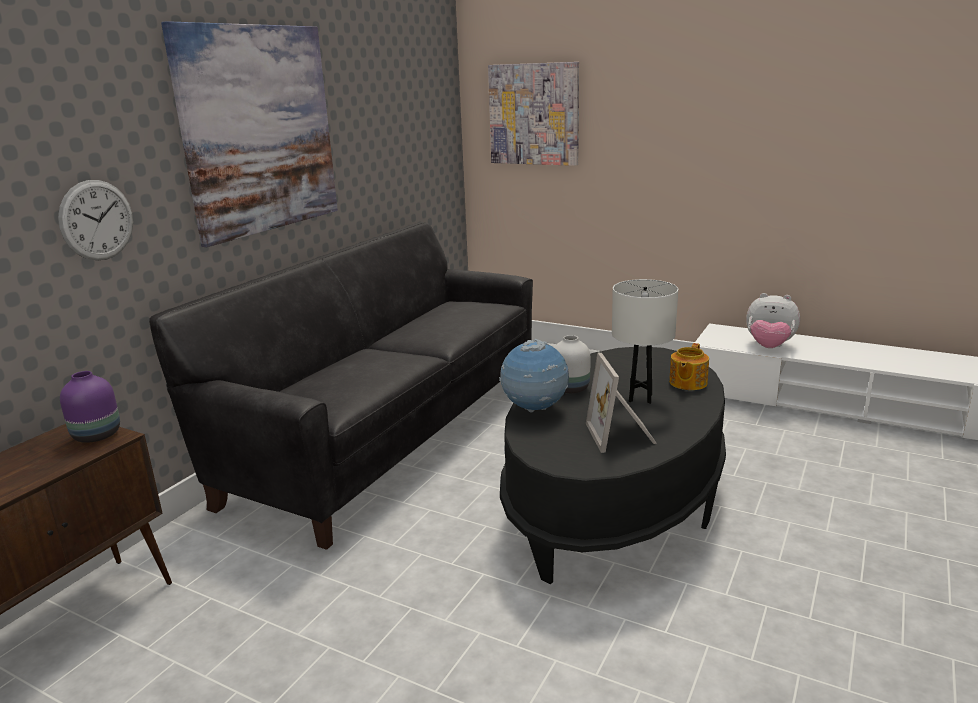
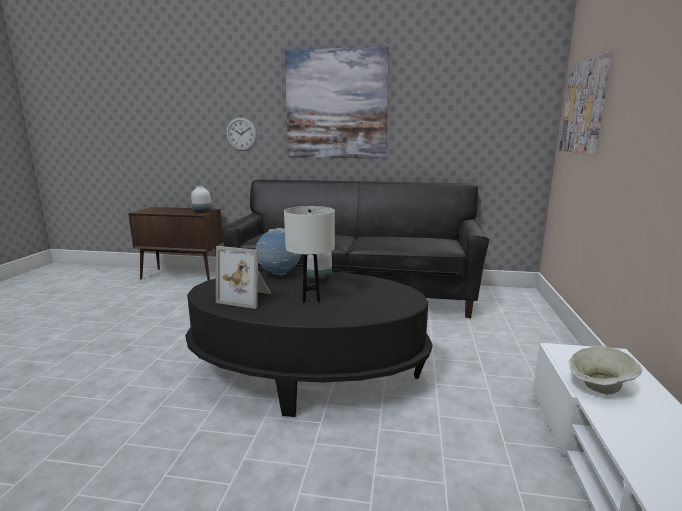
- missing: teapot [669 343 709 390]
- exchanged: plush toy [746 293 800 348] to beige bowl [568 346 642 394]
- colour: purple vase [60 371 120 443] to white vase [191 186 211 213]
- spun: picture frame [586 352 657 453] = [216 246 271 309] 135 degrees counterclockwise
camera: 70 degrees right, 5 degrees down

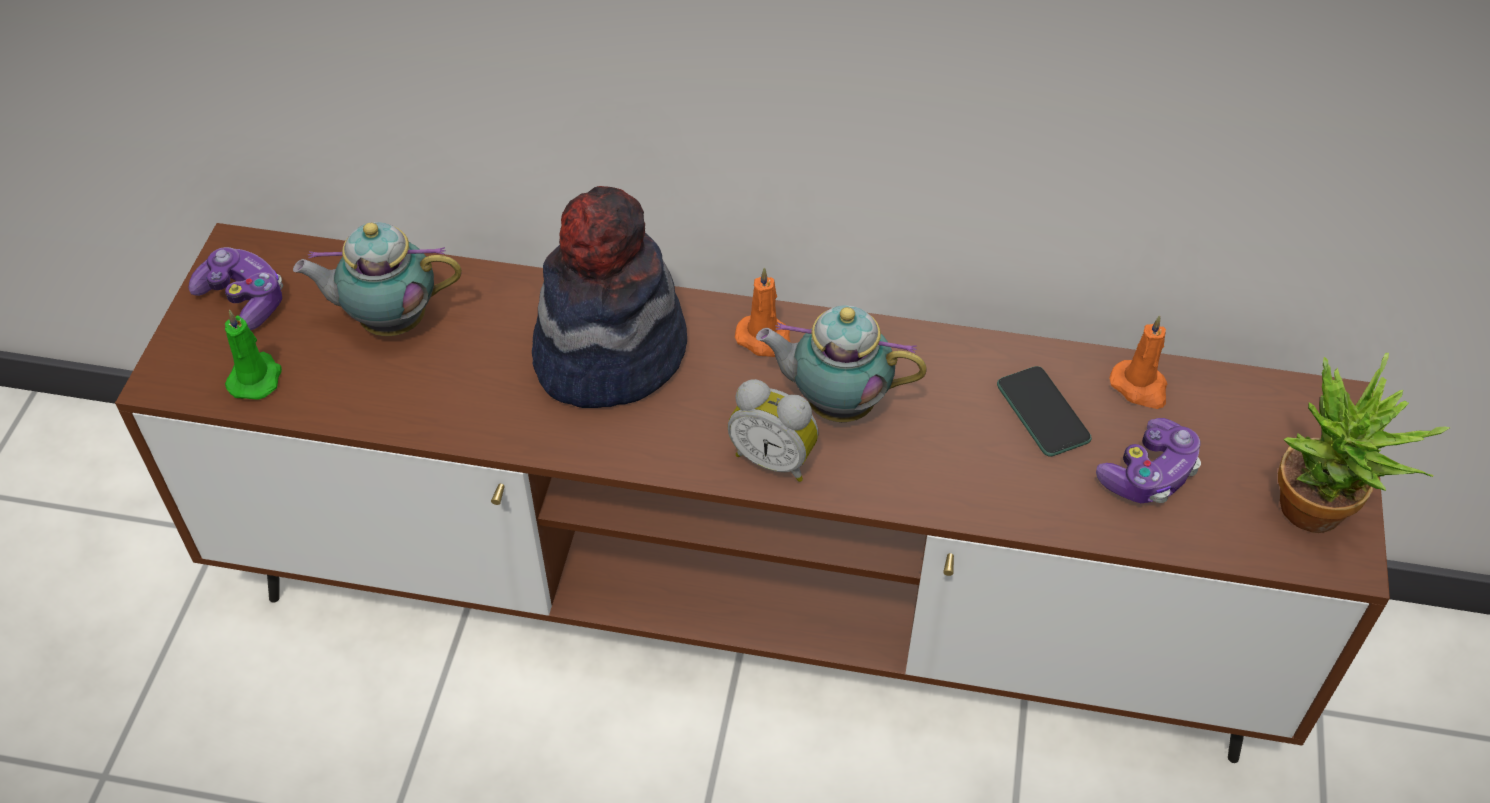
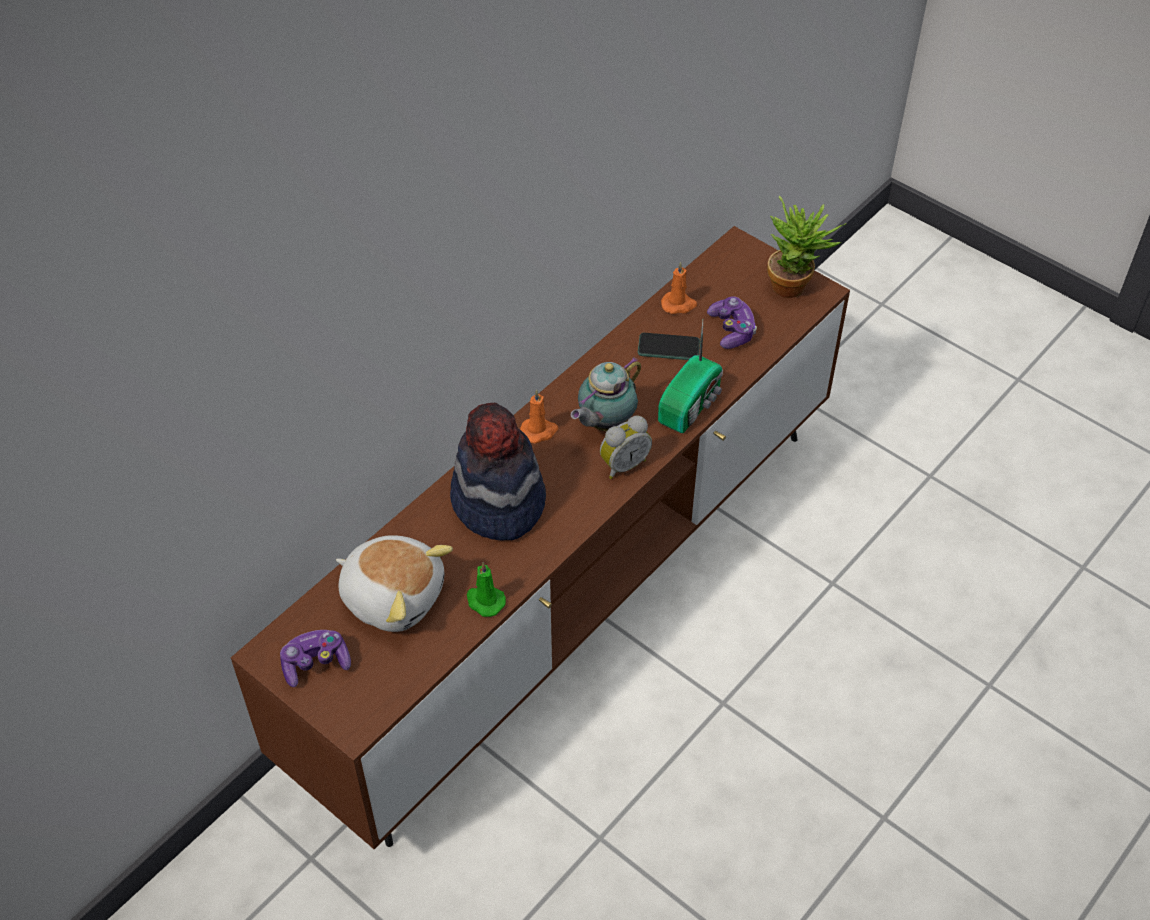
- appeared: radio [658 320 723 433]
- relocated: green candle [225 309 282 400] to [467 562 506 617]
- exchanged: teapot [293 222 462 336] to plush toy [336 535 453 632]
camera: 60 degrees left, 0 degrees up

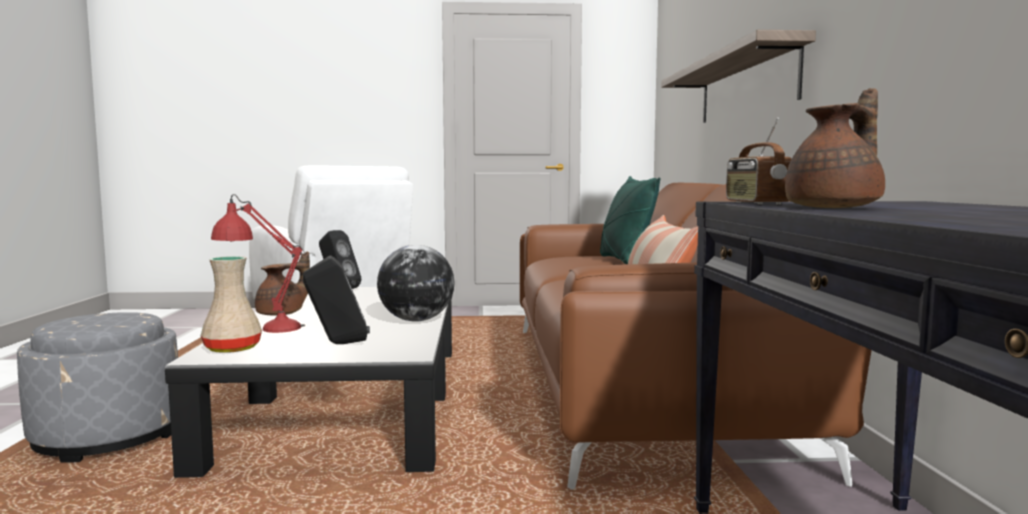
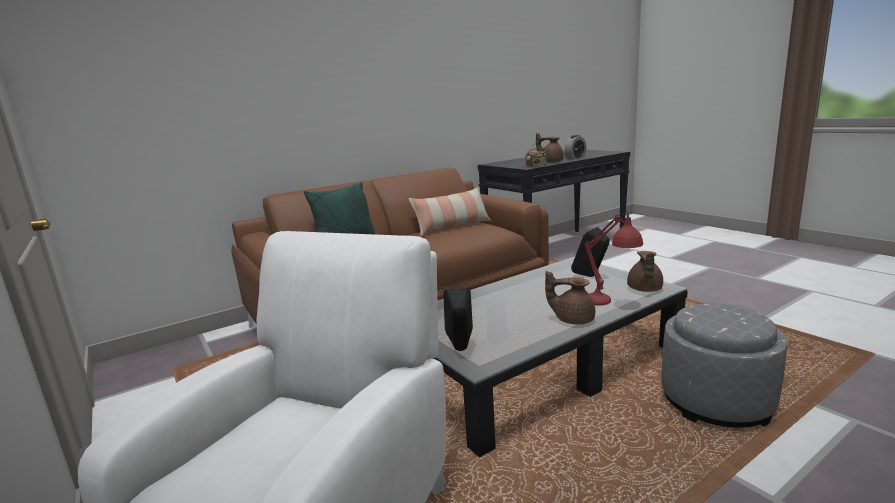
- missing: globe [377 245 455 322]
- missing: shelf [661 30 816 123]
- appeared: alarm clock [564 135 586 159]
- exchanged: beige vase [201 256 262 353] to brown teapot [627 251 663 292]
camera: 120 degrees left, 10 degrees up

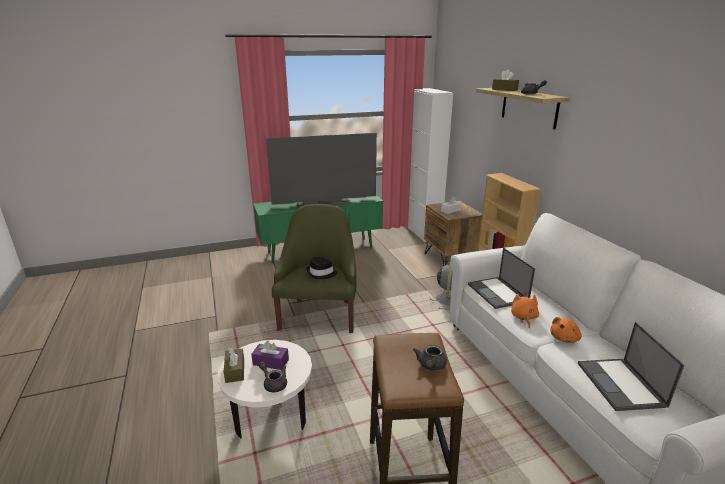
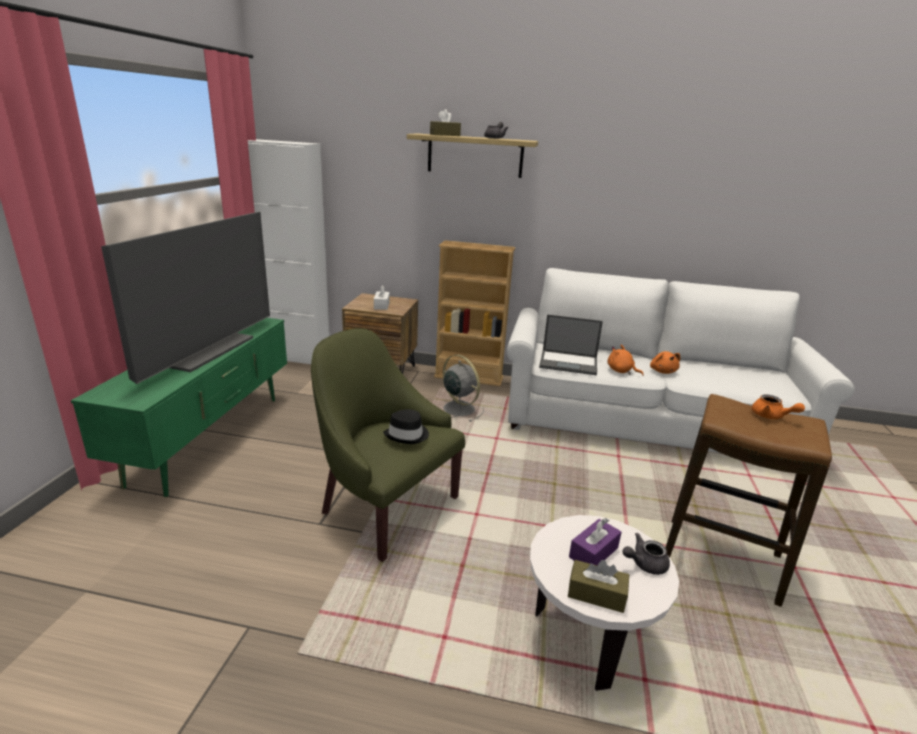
- missing: laptop [577 322 684 411]
- colour: grey teapot [413 345 447 371] to orange teapot [752 394 805 419]
camera: 60 degrees left, 0 degrees up

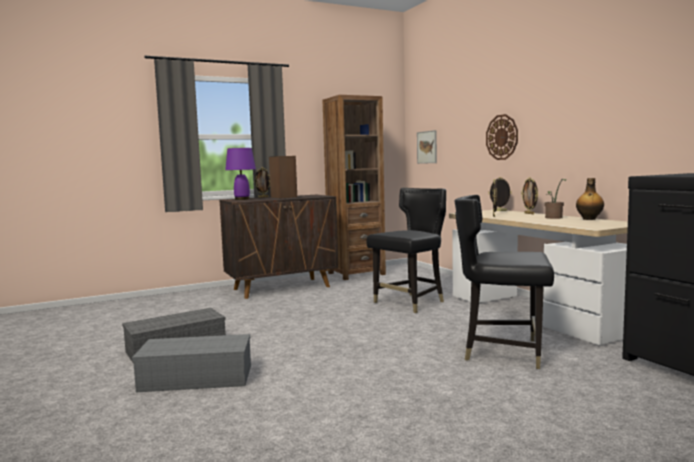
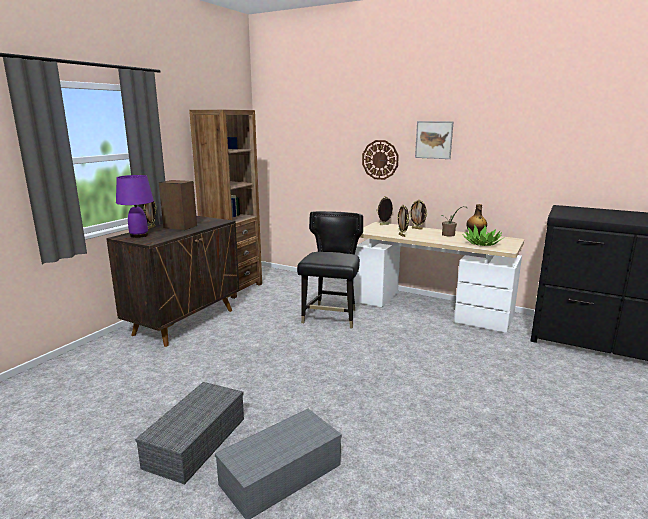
- missing: black chair [455 195 554 369]
- appeared: potted plant [462 225 503 246]
- relocated: picture [417 130 437 164] to [415 121 454 159]
camera: 35 degrees left, 10 degrees up

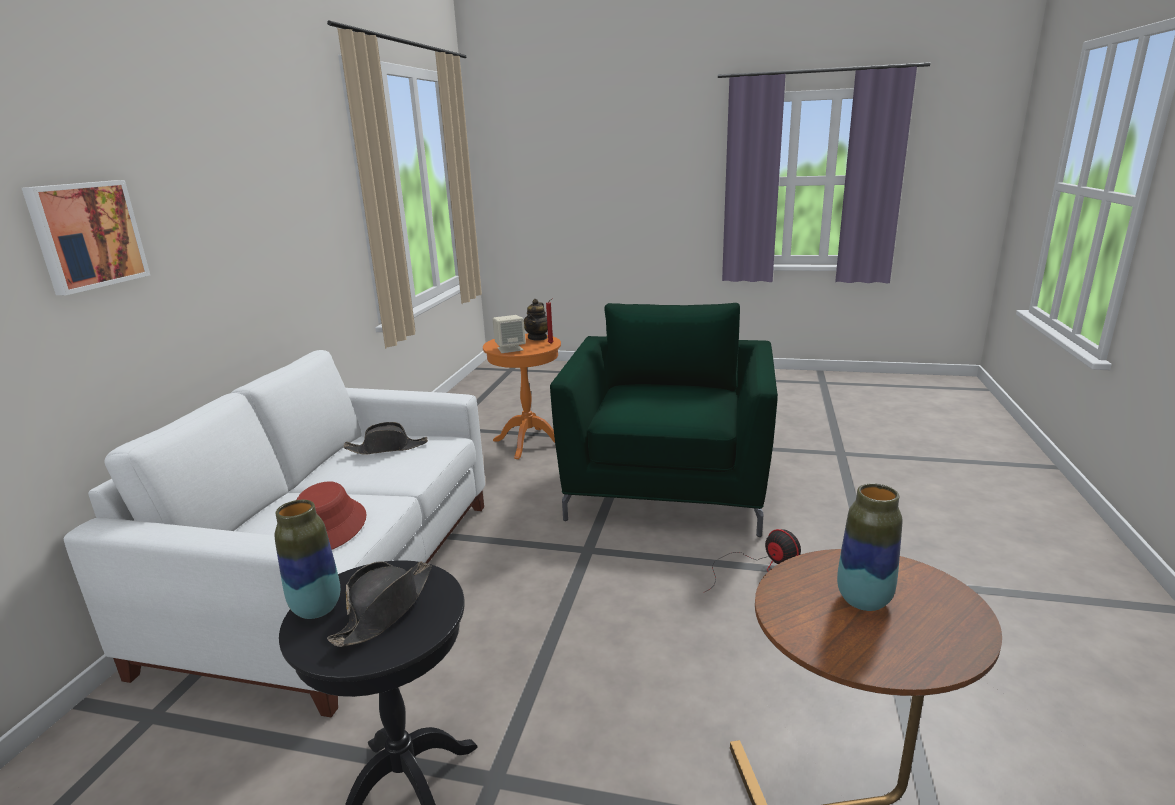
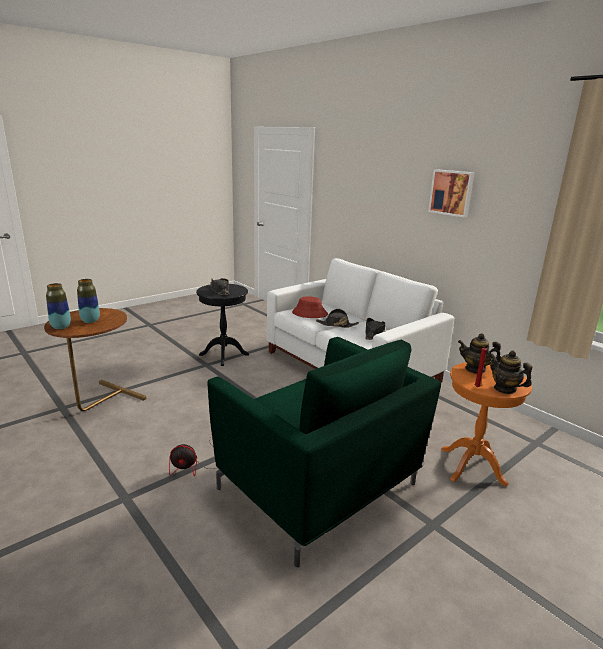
- appeared: black hat [316 309 359 328]
- relocated: picture [22 180 150 295] to [428 169 475 218]
- relocated: vase [274 500 340 619] to [46 283 71 329]
- exchanged: beige speaker [492 315 526 353] to teapot [458 333 501 374]
camera: 125 degrees right, 0 degrees up

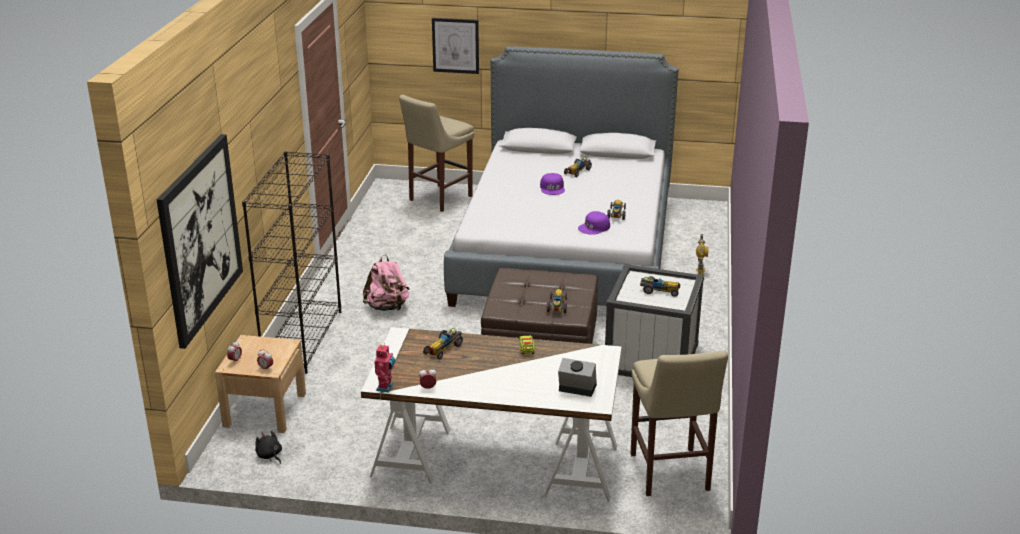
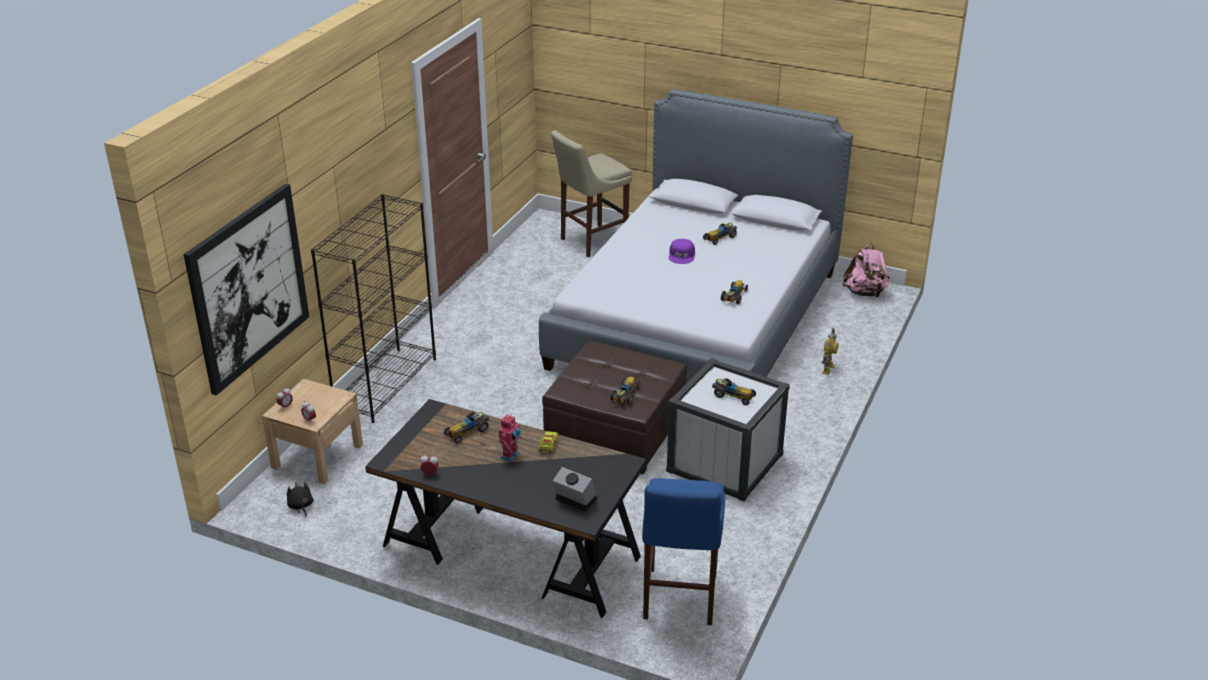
- missing: picture [432 18 479 74]
- missing: purple cap [578 211 610 235]
- relocated: pink backpack [363 254 409 311] to [843 243 890 298]
- relocated: toy robot [374 343 395 393] to [499 414 522 462]
- colour: white desk [361 327 621 502] to black desk [365 399 646 618]
- colour: beige stool [631 351 728 496] to blue stool [642 478 725 625]
camera: 15 degrees right, 5 degrees up

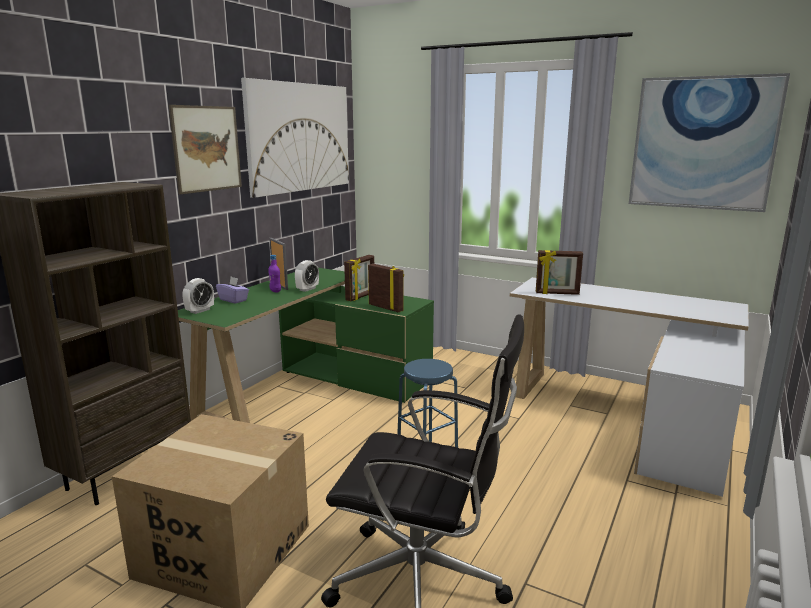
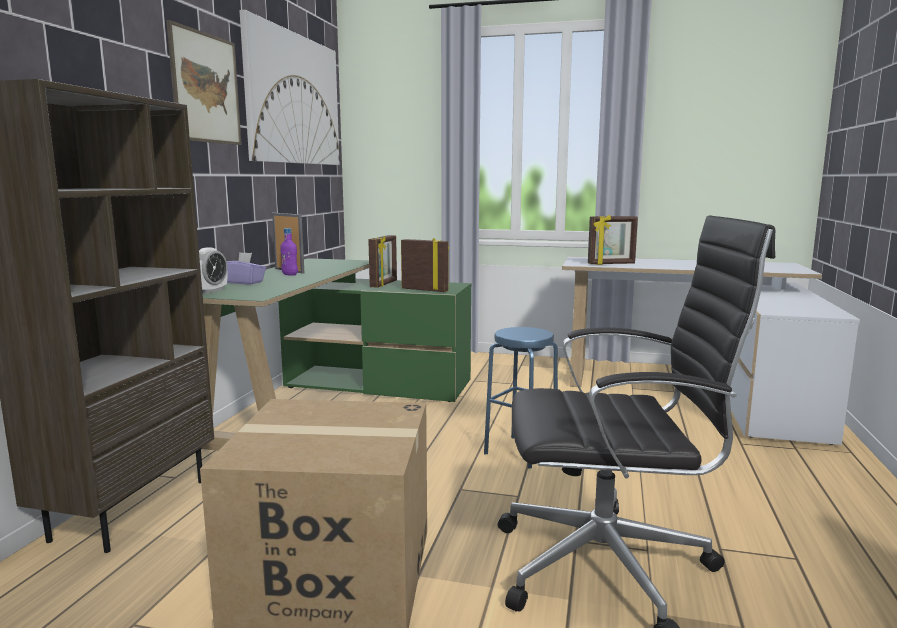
- missing: alarm clock [295 260 319 292]
- missing: picture [629 73 790 212]
camera: 15 degrees left, 5 degrees down

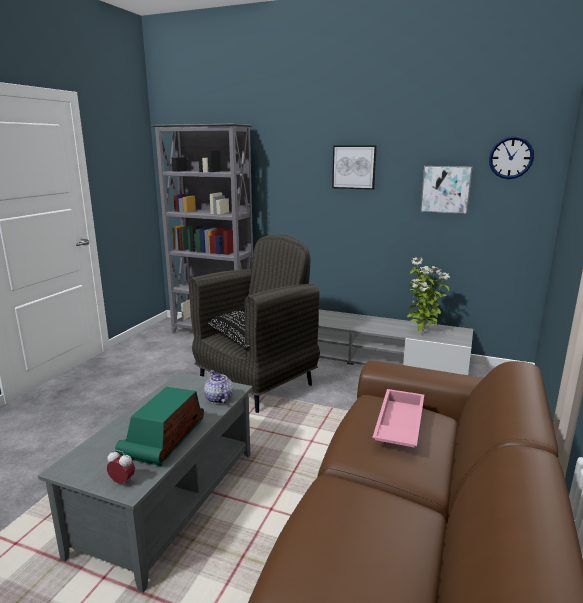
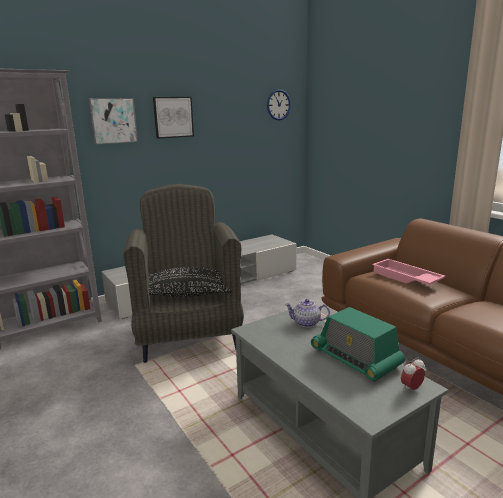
- missing: potted plant [407 257 450 332]
- relocated: picture [420 166 473 214] to [89 98 138 145]
camera: 55 degrees left, 0 degrees up

